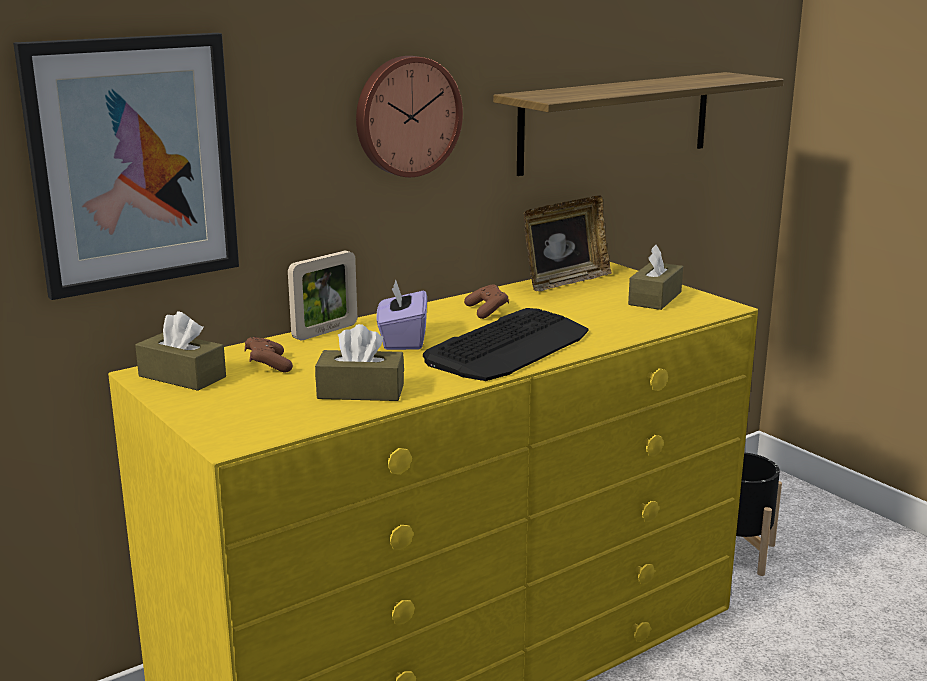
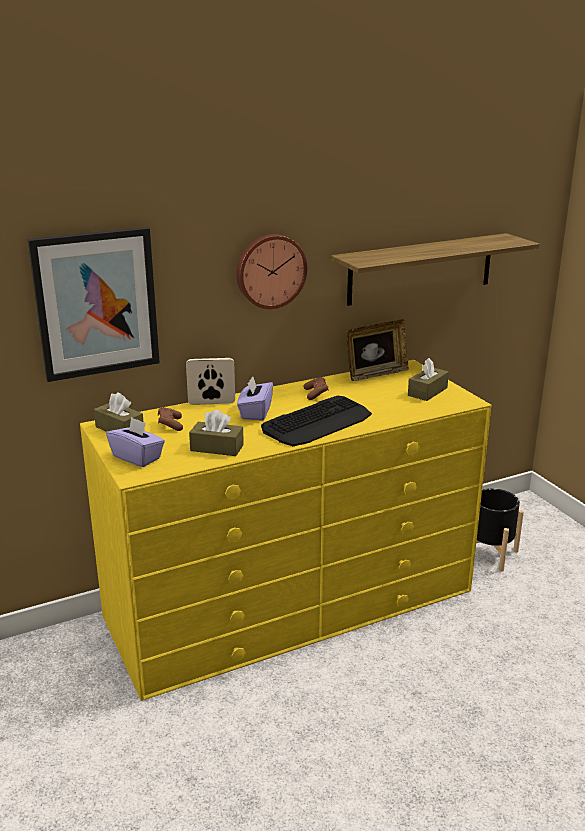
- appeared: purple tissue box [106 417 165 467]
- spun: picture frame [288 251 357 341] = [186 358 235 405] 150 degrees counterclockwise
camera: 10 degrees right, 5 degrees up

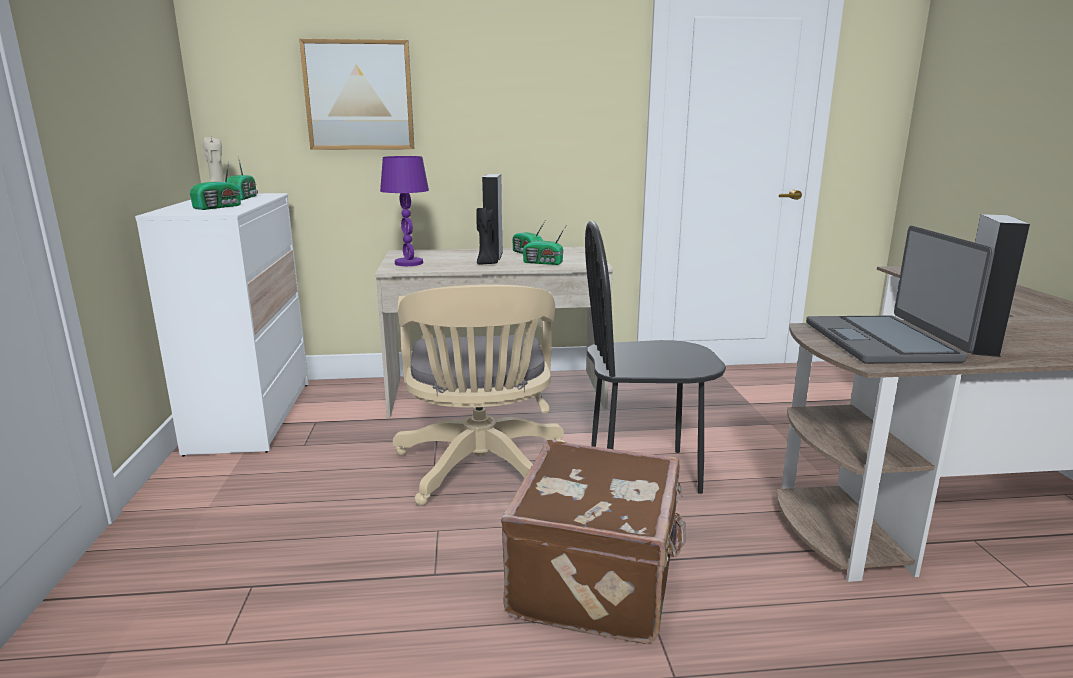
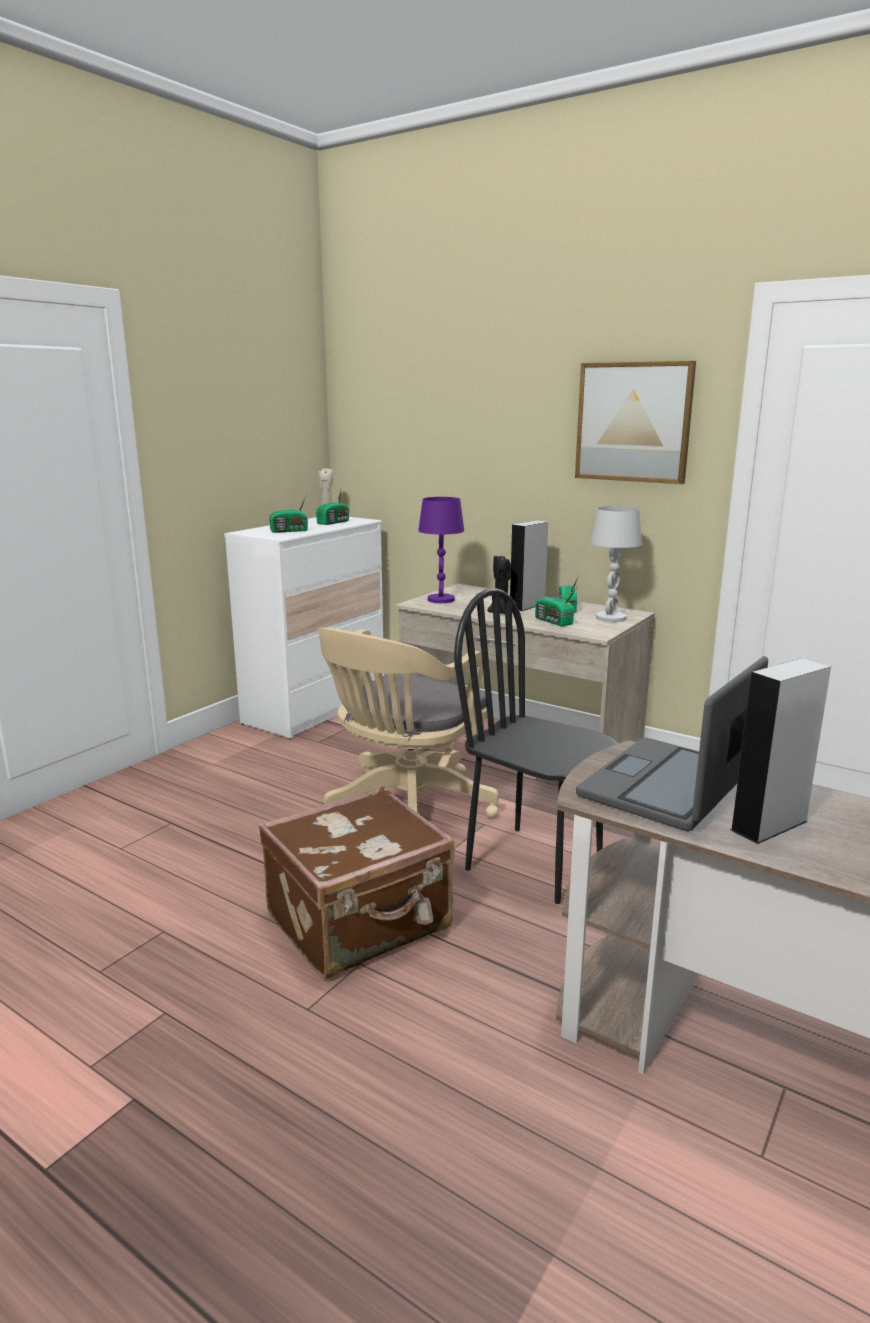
- appeared: white table lamp [591 506 642 622]
- relocated: picture [299 39 414 150] to [575 361 696 484]
camera: 40 degrees right, 0 degrees up

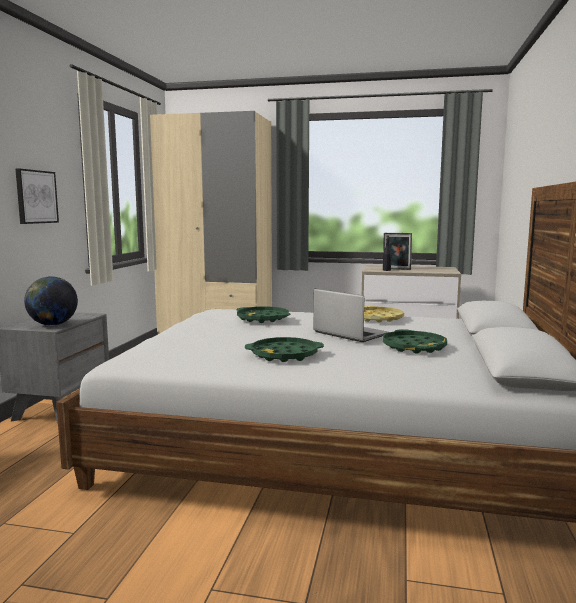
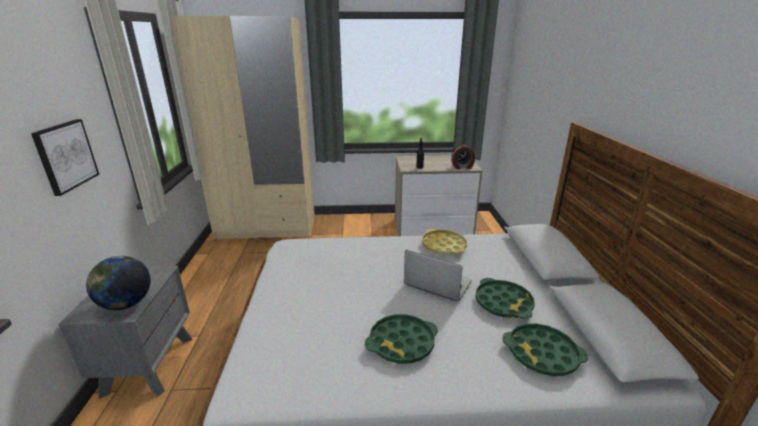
- missing: picture frame [383 233 412 270]
- appeared: alarm clock [451 145 475 169]
- relocated: green tray [237 306 290 323] to [502 323 588 376]
camera: 15 degrees left, 15 degrees up

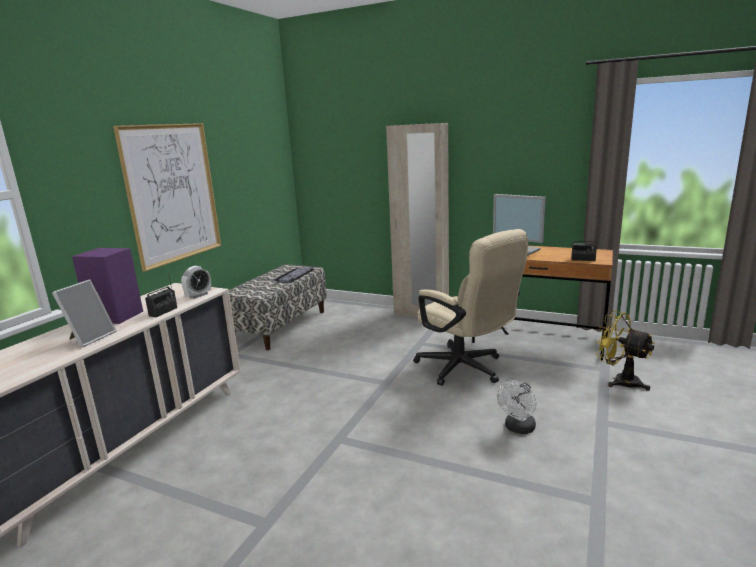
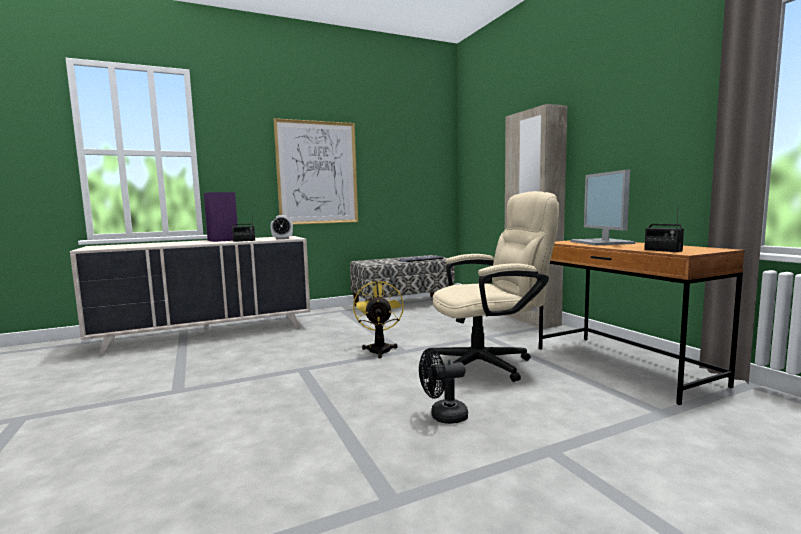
- missing: picture frame [52 280 116 348]
- relocated: yellow fan [596 311 655 391] to [353 281 404 358]
- colour: white fan [497 380 537 434] to black fan [419 348 468 424]
- spun: beige office chair [413 229 528 386] = [424 191 559 382] 105 degrees counterclockwise
camera: 40 degrees right, 10 degrees down

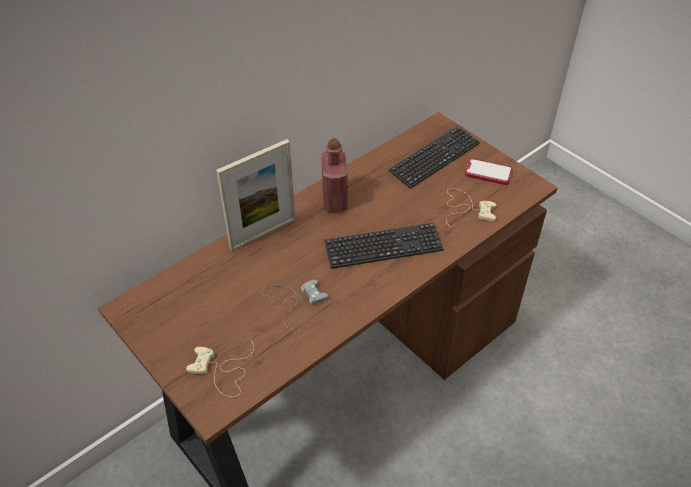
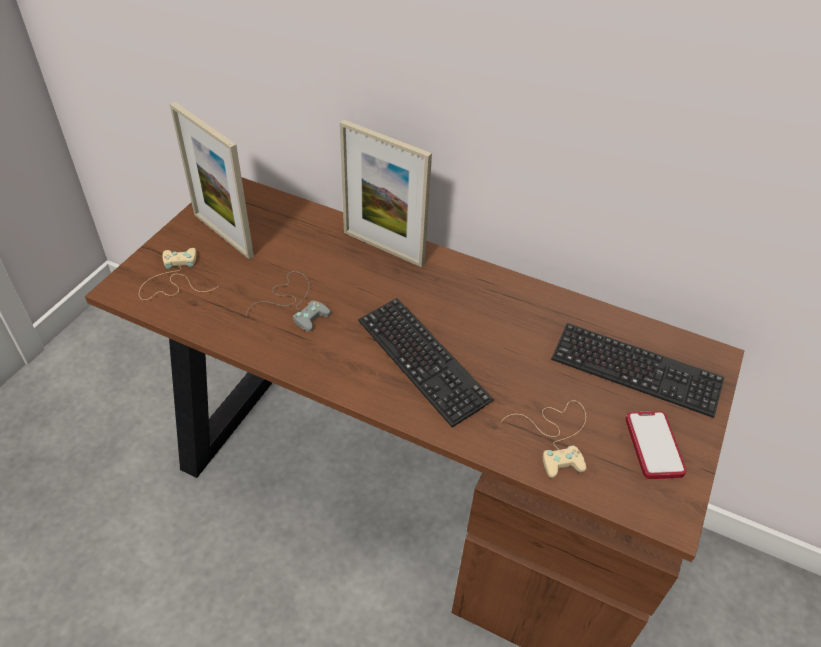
- missing: red bottle [322 138 348 212]
- appeared: picture frame [170 102 254 259]
camera: 65 degrees right, 0 degrees up

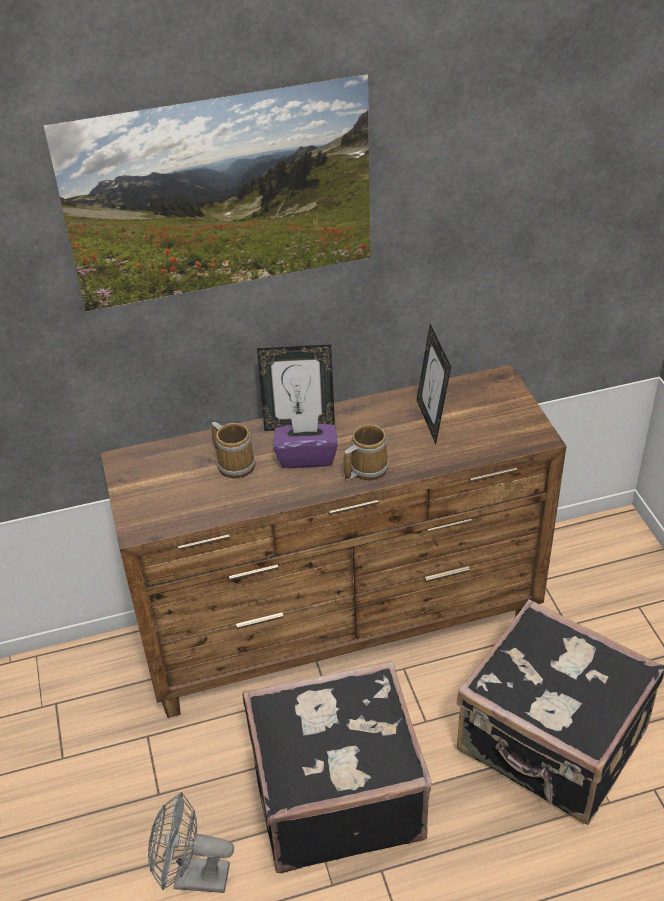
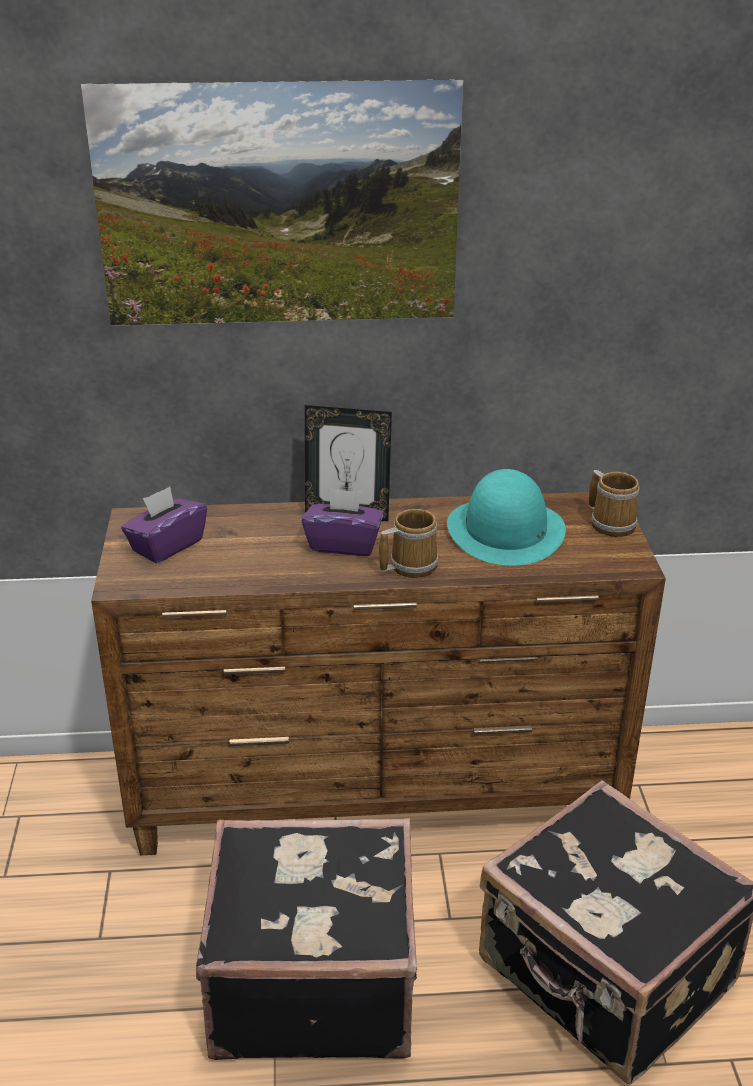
- missing: grey fan [148 792 234 893]
- appeared: purple tissue box [121 487 207 563]
- relocated: mug [212 422 256 479] to [589 470 640 537]
- exchanged: picture frame [417 324 451 444] to turquoise hat [447 469 566 565]
camera: 10 degrees right, 10 degrees down

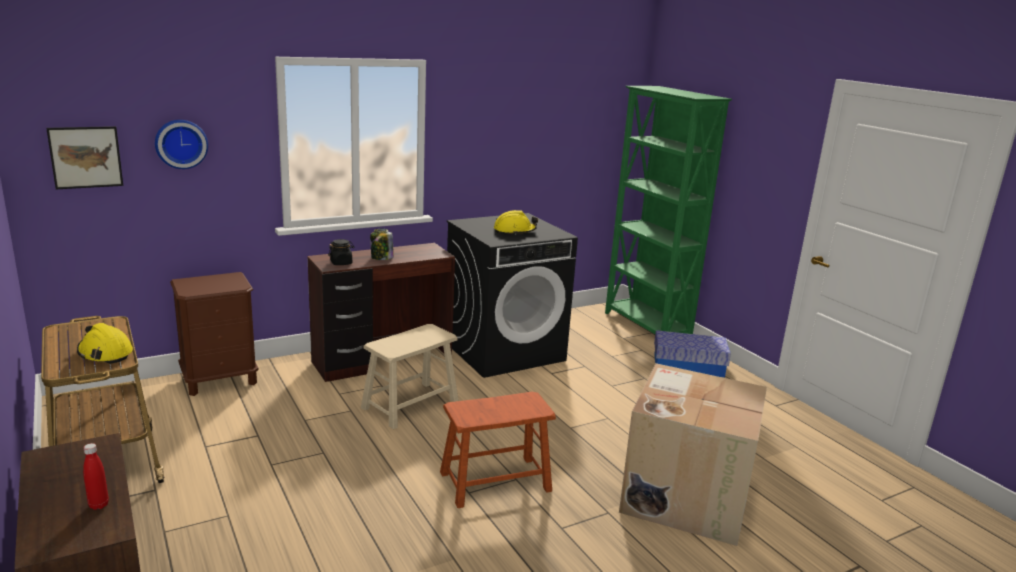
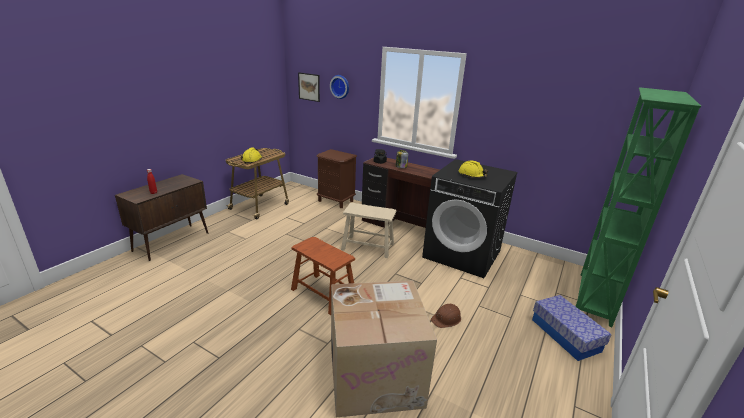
- appeared: brown hard hat [431 303 461 328]
camera: 60 degrees right, 5 degrees up

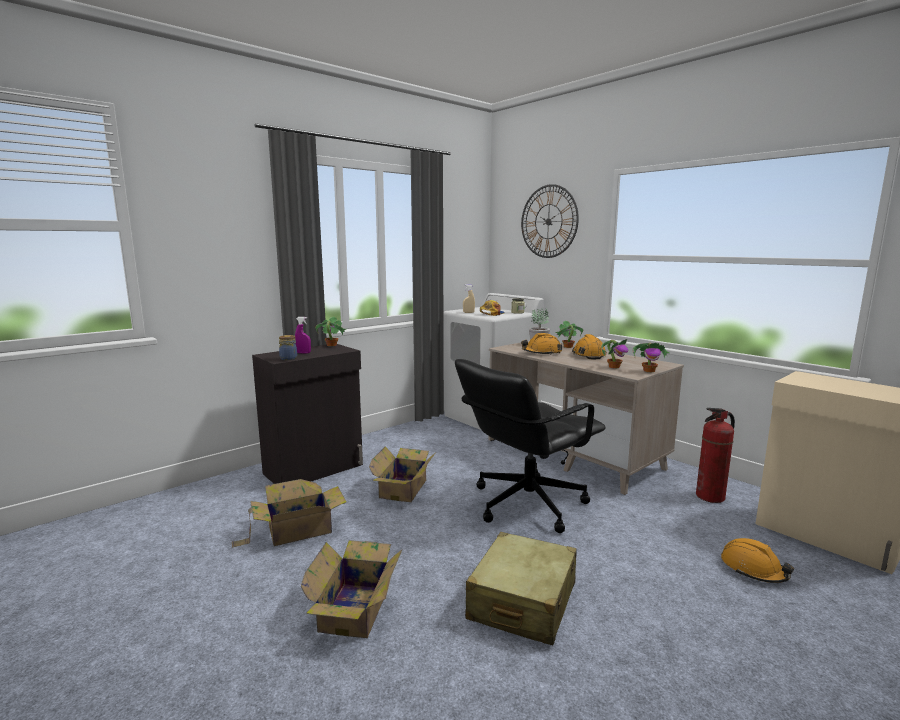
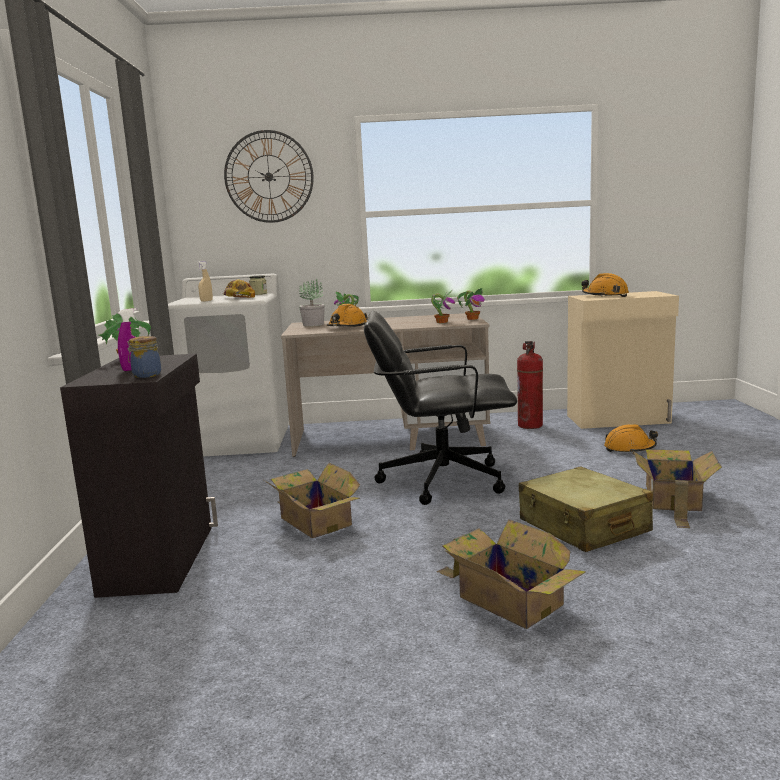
- relocated: cardboard box [232 479 346 548] to [632 449 722 528]
- relocated: orange hard hat [572 334 607 359] to [581 273 629 297]
- spun: black office chair [455 359 606 533] = [364 311 517 505] 90 degrees clockwise
camera: 50 degrees left, 0 degrees up

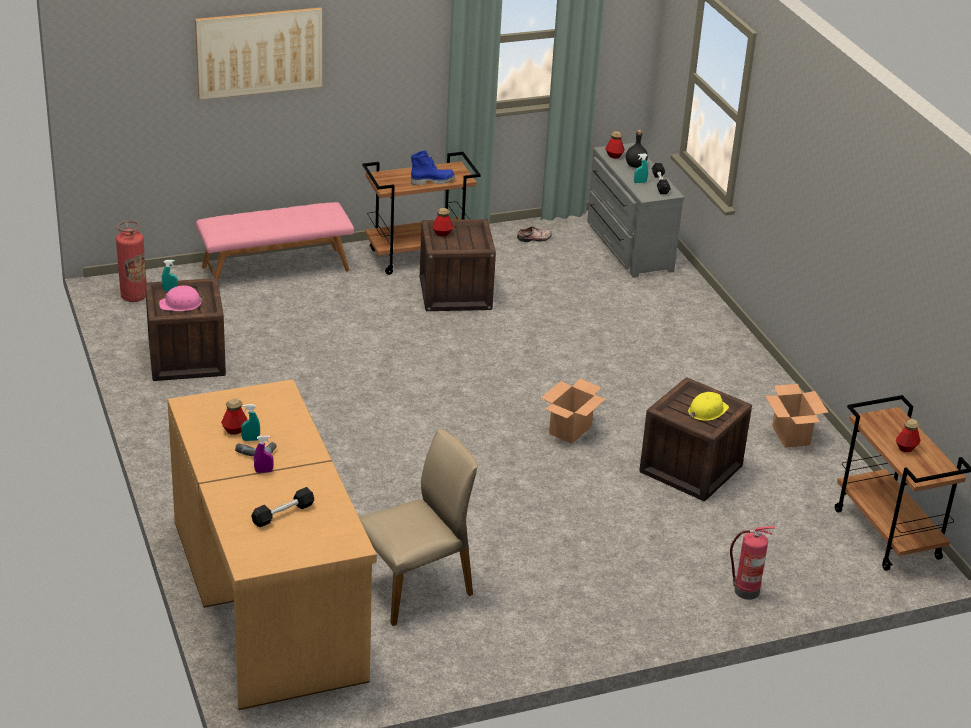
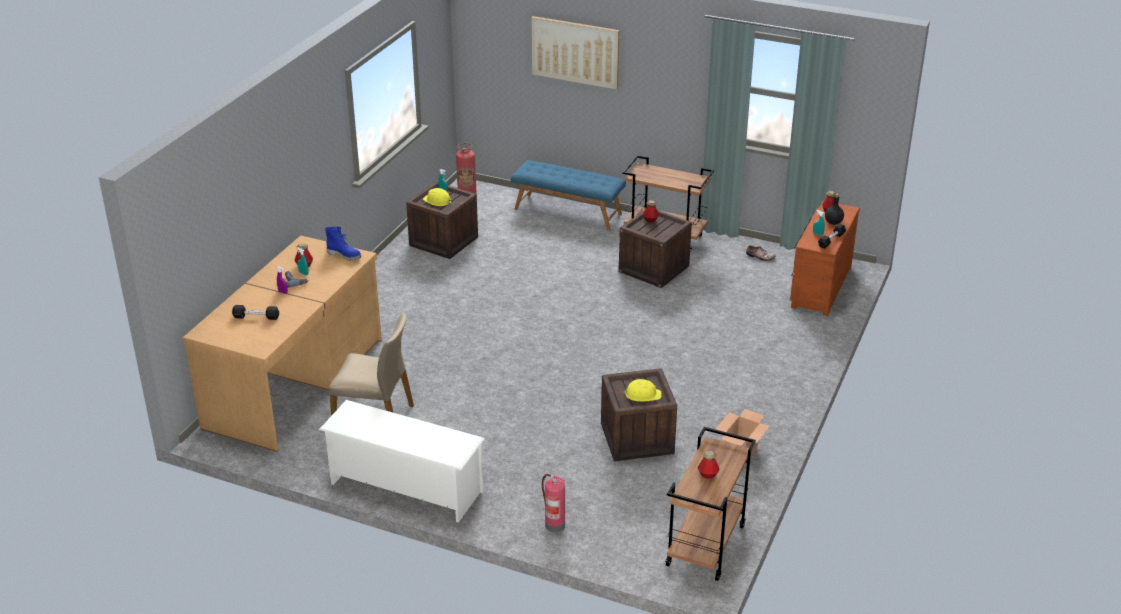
- missing: cardboard box [541 378 606 444]
- appeared: white shoe rack [319 400 485 523]
- relocated: blue boot [411 150 455 186] to [325 227 361 261]
- colour: pink hard hat [159 285 204 311] to yellow hard hat [423 188 452 206]
- colour: pink bench [196 202 354 280] to blue bench [511 160 626 230]
- colour: grey dresser [587 143 684 278] to brown dresser [790 201 860 316]
camera: 45 degrees right, 0 degrees up

